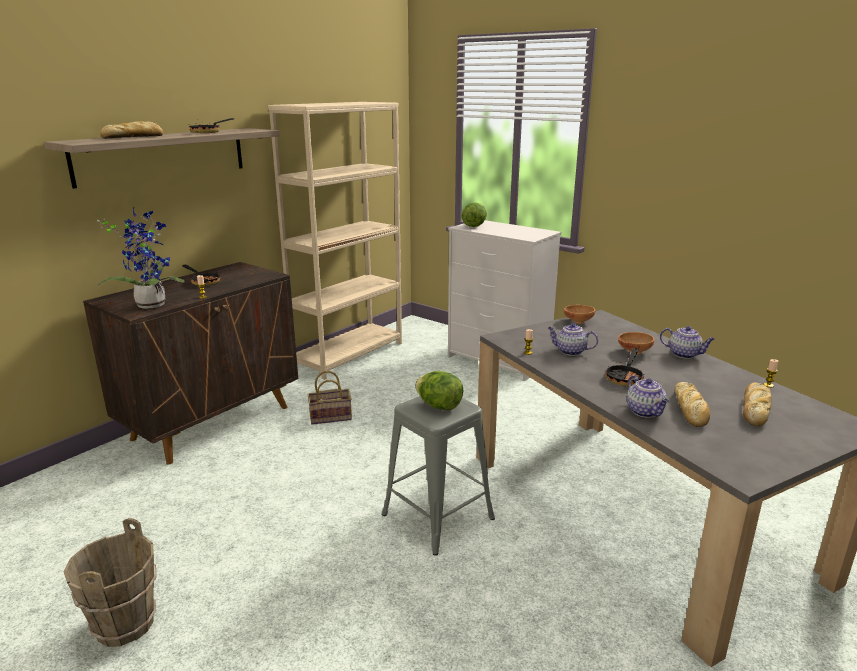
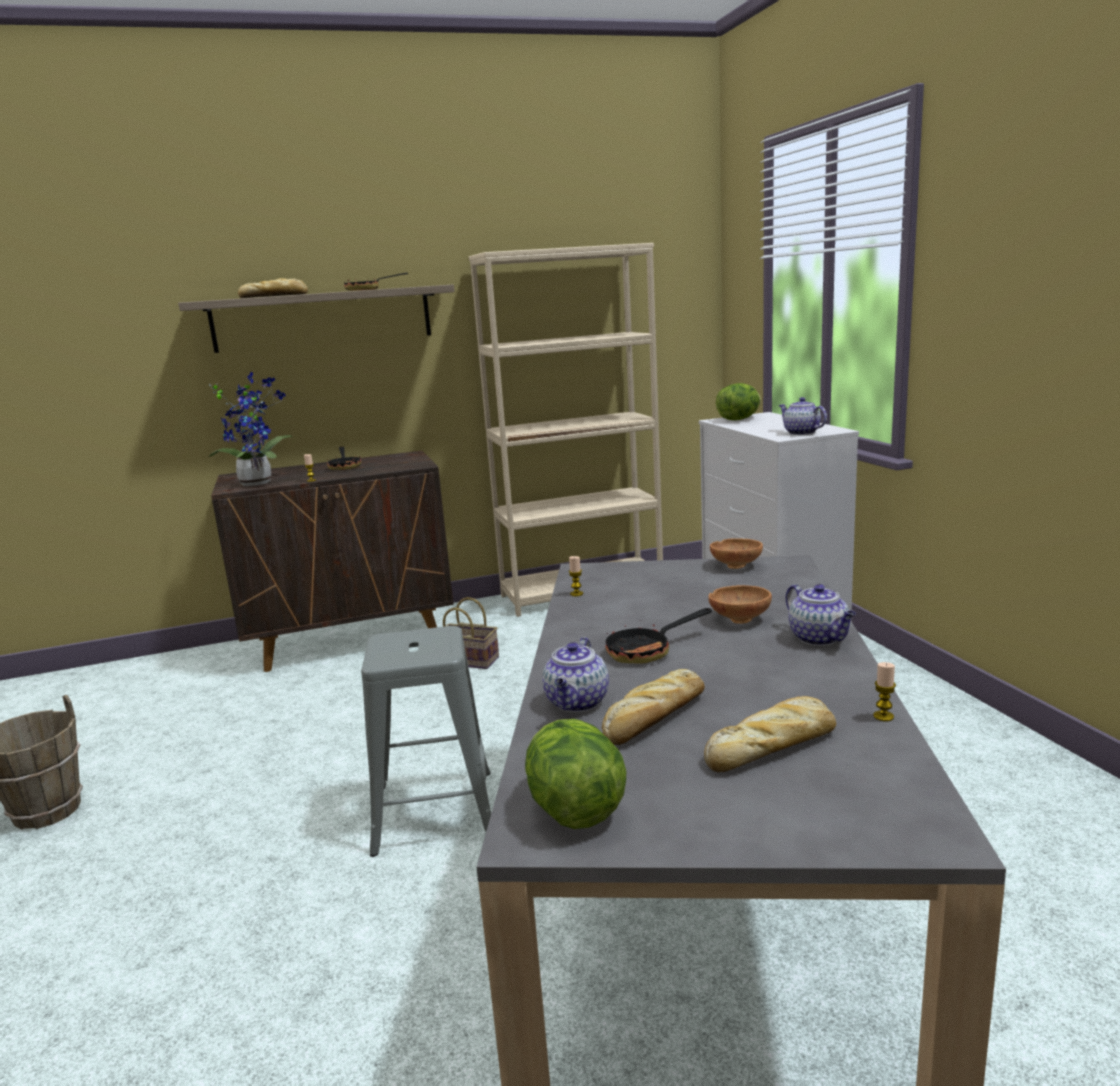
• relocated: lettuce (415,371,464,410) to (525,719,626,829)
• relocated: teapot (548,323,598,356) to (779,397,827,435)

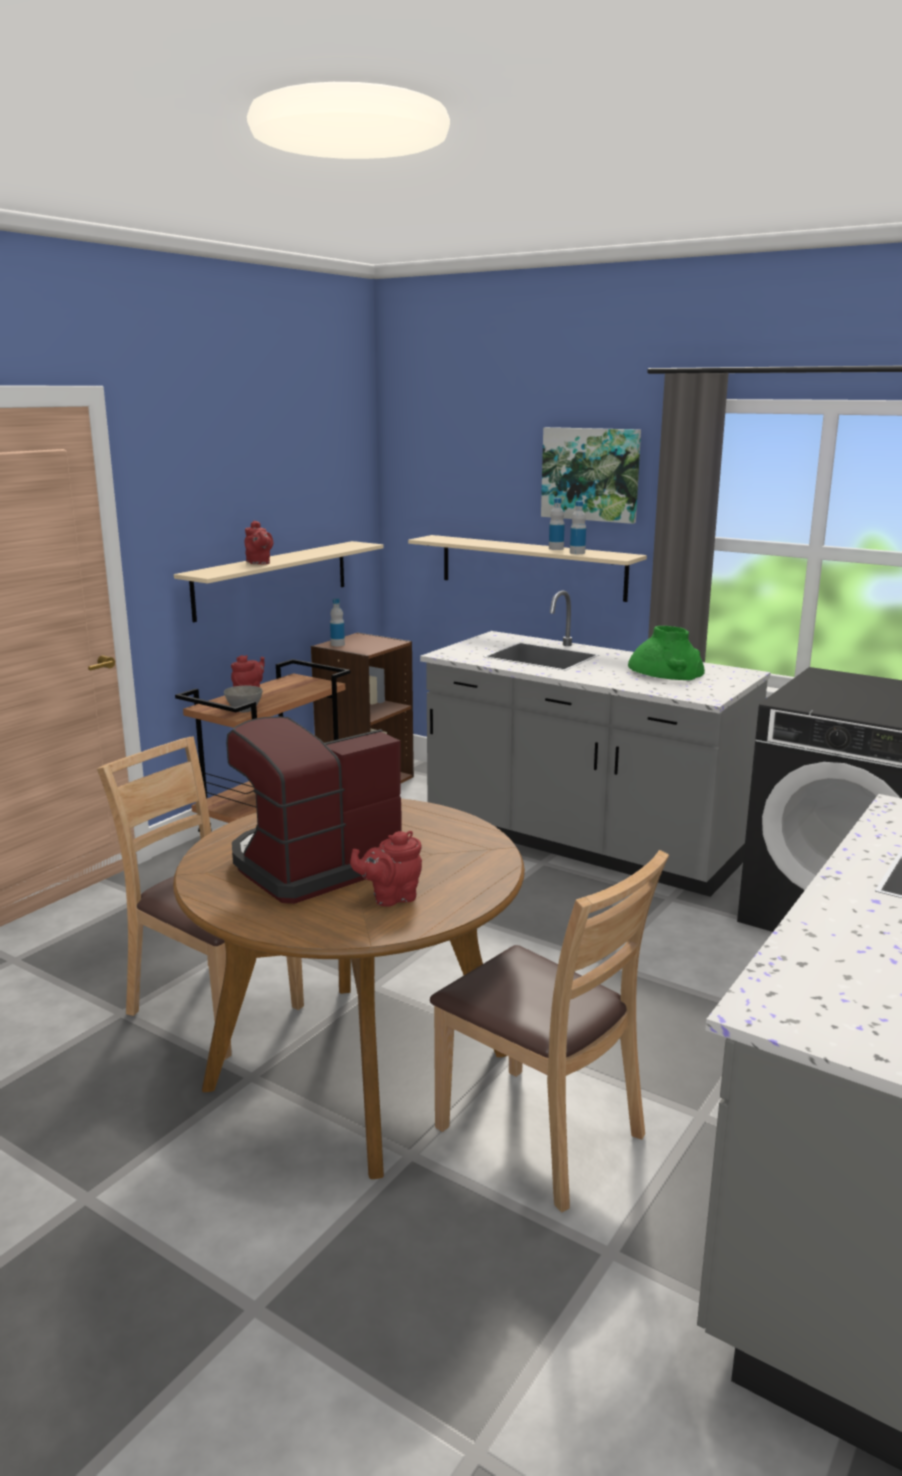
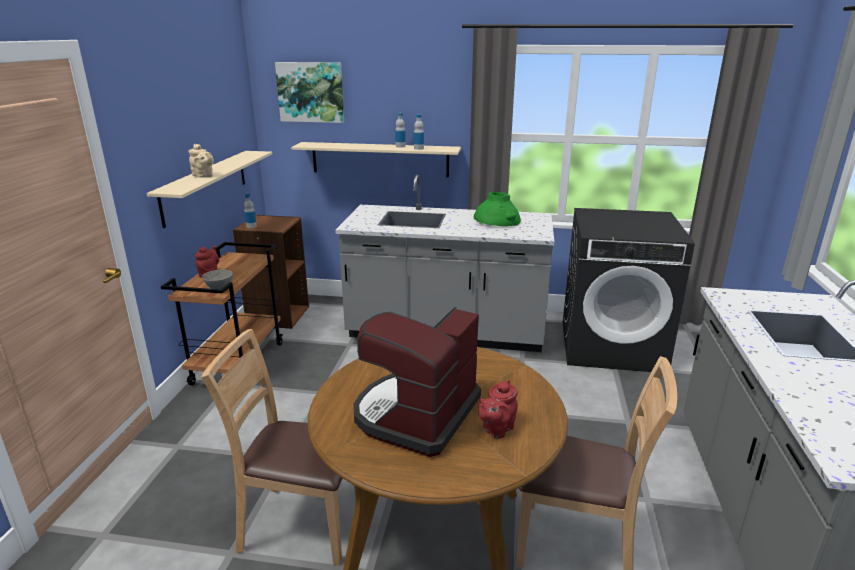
• colour: teapot (red) (245,521,273,564) to teapot (beige) (189,144,214,178)
• relocated: picture (541,427,641,524) to (275,62,344,123)

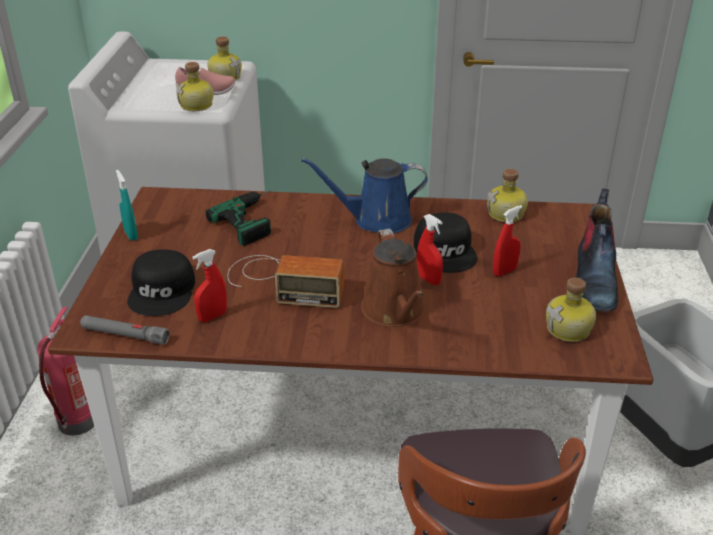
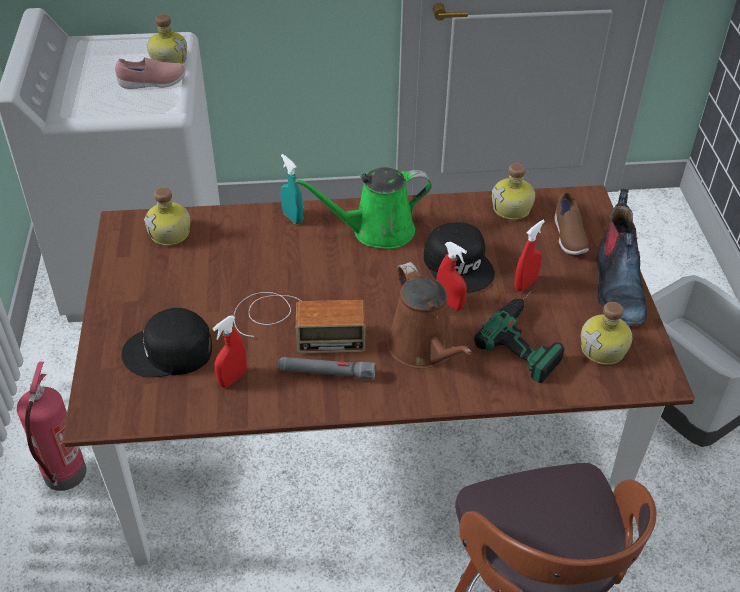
• relocated: flashlight (grey) (80,315,169,345) to (278,357,376,380)
• relocated: spray bottle (turquoise) (116,170,138,241) to (280,154,303,224)
• spun: cap (black) (127,249,195,316) = (121,308,212,378) 90 degrees clockwise
• relocated: bottle (176,62,214,111) to (144,187,190,245)
• relocated: power drill (206,190,271,246) to (474,291,565,383)
• colour: watering can (blue) (301,158,428,233) to watering can (green) (295,167,432,249)
• appeared: shoe (brown) (555,192,589,255)

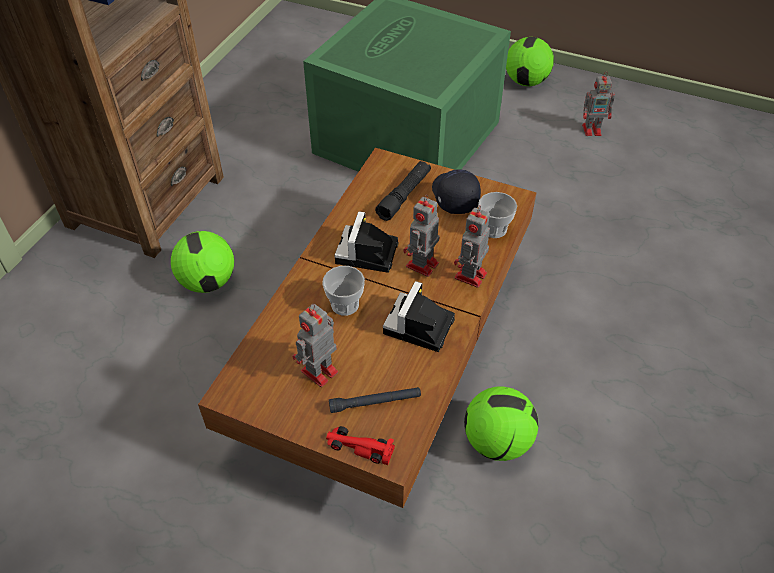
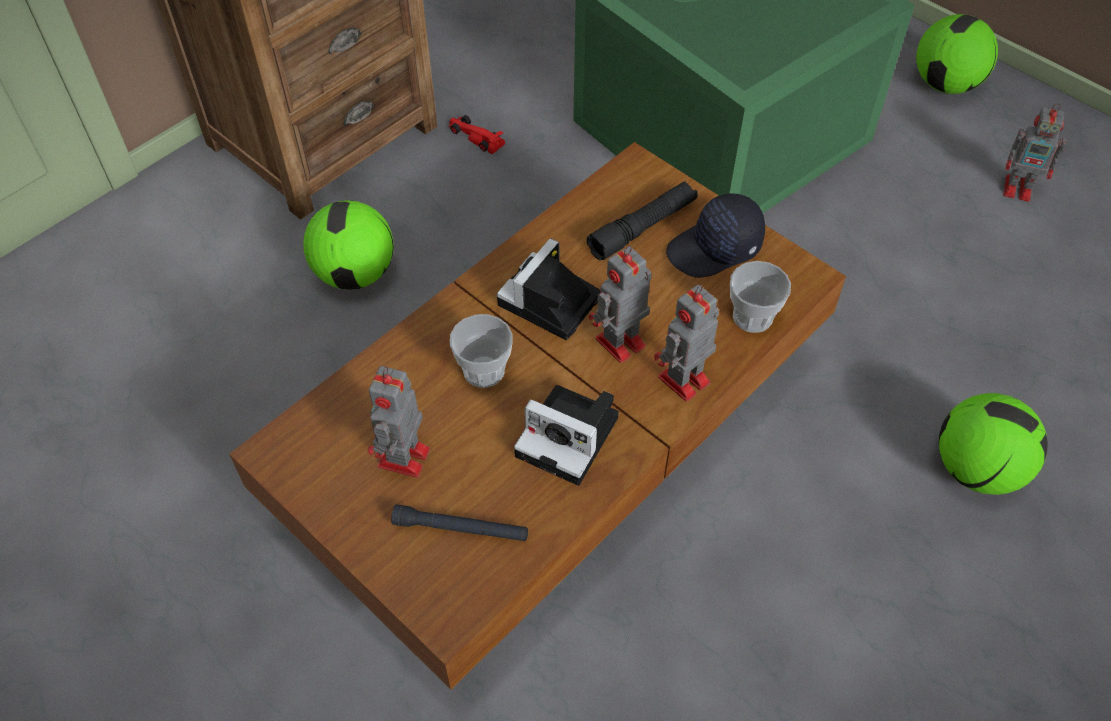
• spun: toy robot (292,304,338,387) = (368,366,430,478) 45 degrees counterclockwise
• relocated: toy car (red) (326,426,395,465) to (448,115,505,154)
• spun: photo camera (383,281,455,352) = (514,385,619,486) 105 degrees counterclockwise
• spun: cap (black) (432,169,481,214) = (666,193,765,278) 120 degrees counterclockwise
• relocated: football (464,386,539,461) to (939,393,1048,495)

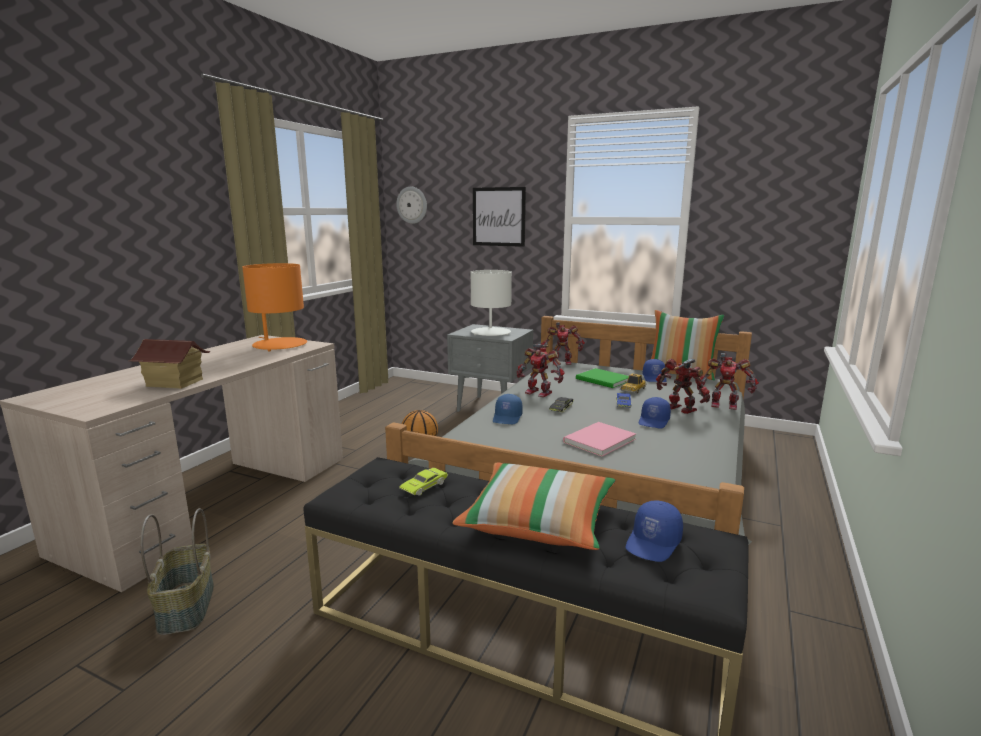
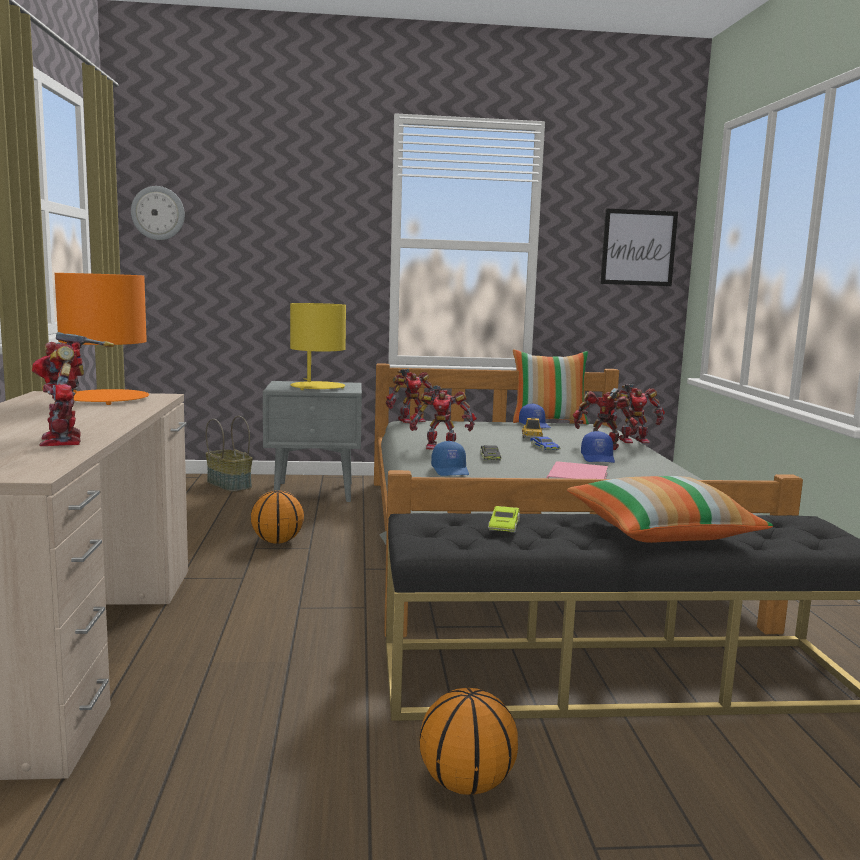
• exchanged: toy house (130,339,210,389) to toy robot (32,332,114,446)
• relocated: basket (140,508,214,635) to (205,416,253,492)
• colour: table lamp (white) (471,270,512,336) to table lamp (yellow) (290,303,346,390)
• relocated: picture (473,187,526,247) to (600,208,678,286)
• missing: book (green) (576,368,629,388)
• missing: cap (blue) (626,500,683,562)
• appeared: basketball (419,688,518,795)

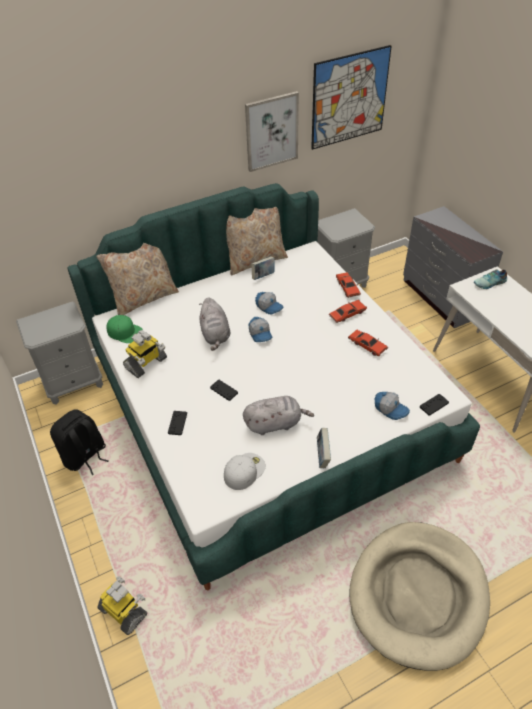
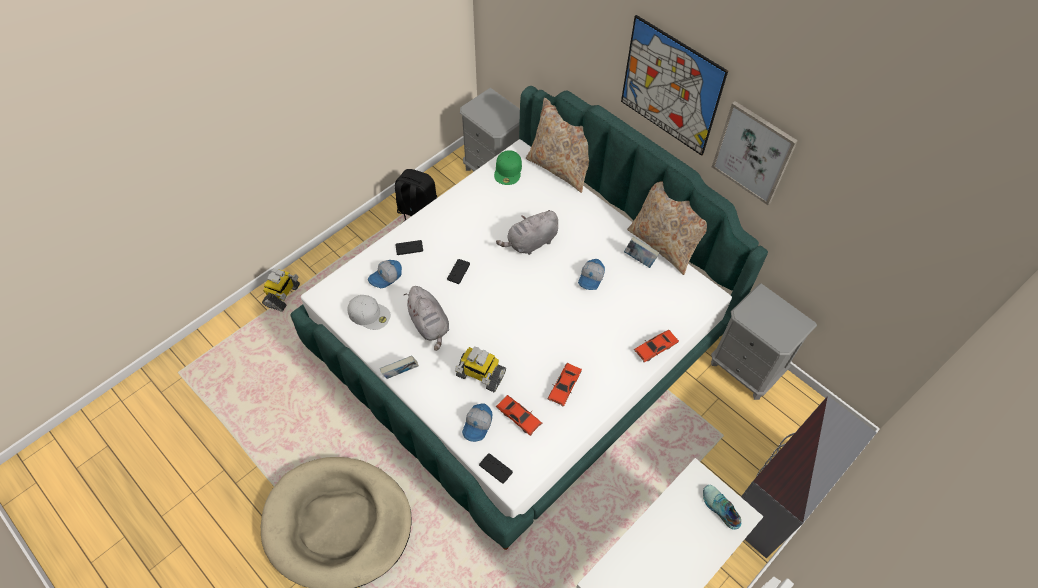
• relocated: toy robot (123,330,167,378) to (455,347,506,392)
• relocated: cap (249,317,273,342) to (368,260,402,288)
• relocated: picture (311,45,392,150) to (621,15,728,156)
• relocated: toy car (red) (329,300,367,323) to (496,395,542,436)

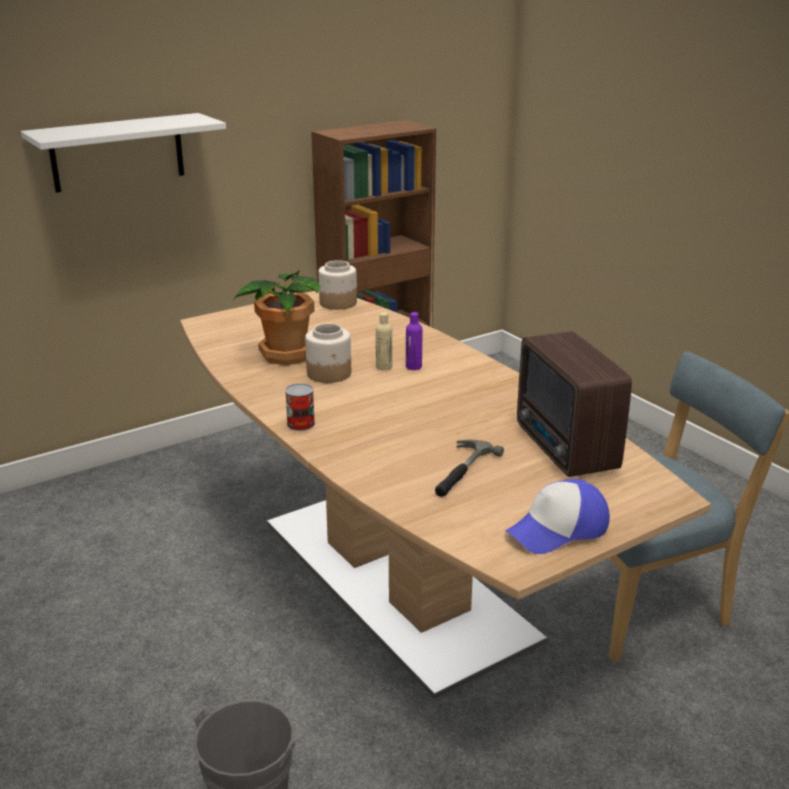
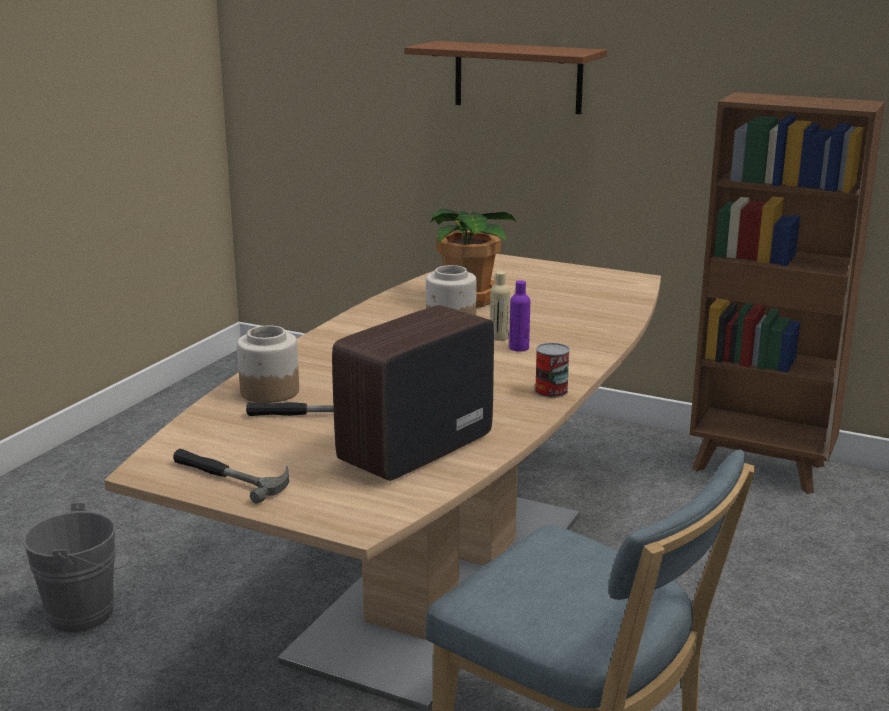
• colour: shelf (white) (21,113,226,193) to shelf (brown) (404,41,607,114)
• relocated: can (285,383,315,431) to (535,343,570,398)
• relocated: jar (318,260,357,310) to (237,326,299,403)
• exchanged: cap (505,479,610,554) to hammer (173,449,289,503)

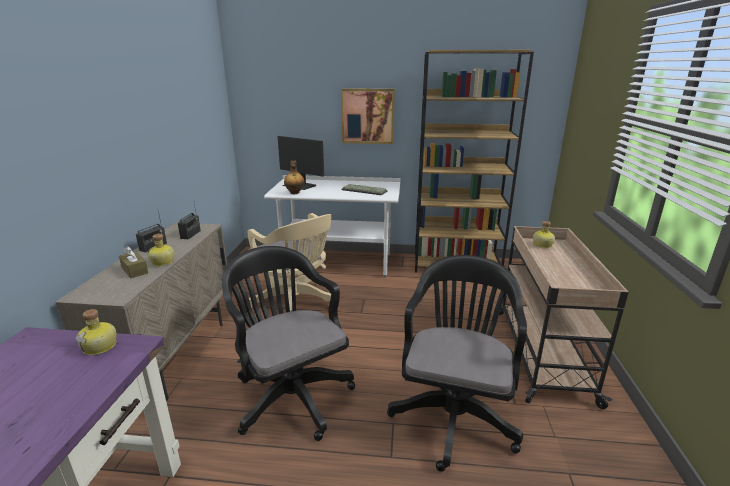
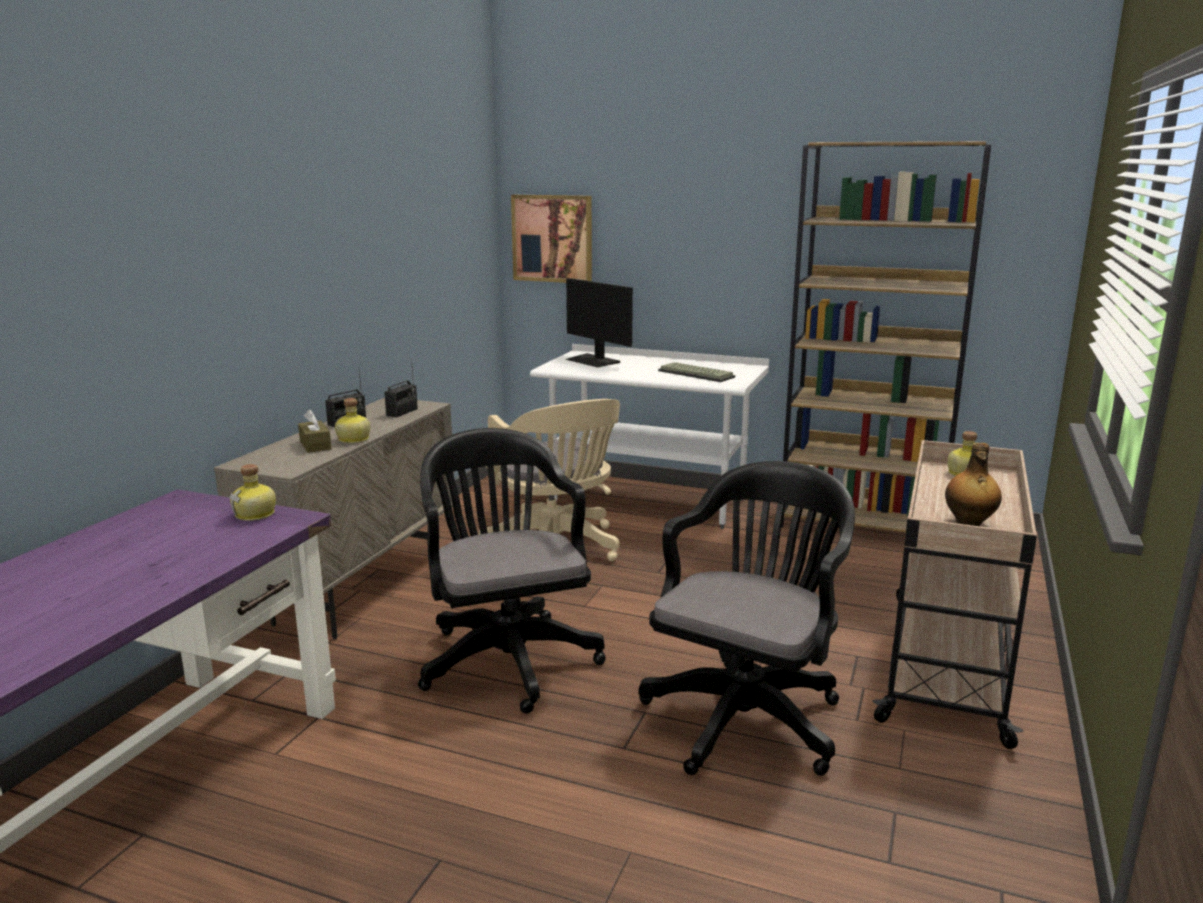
• relocated: bottle (284,161,305,194) to (945,443,1002,526)
• relocated: picture (341,88,395,144) to (511,195,592,283)

